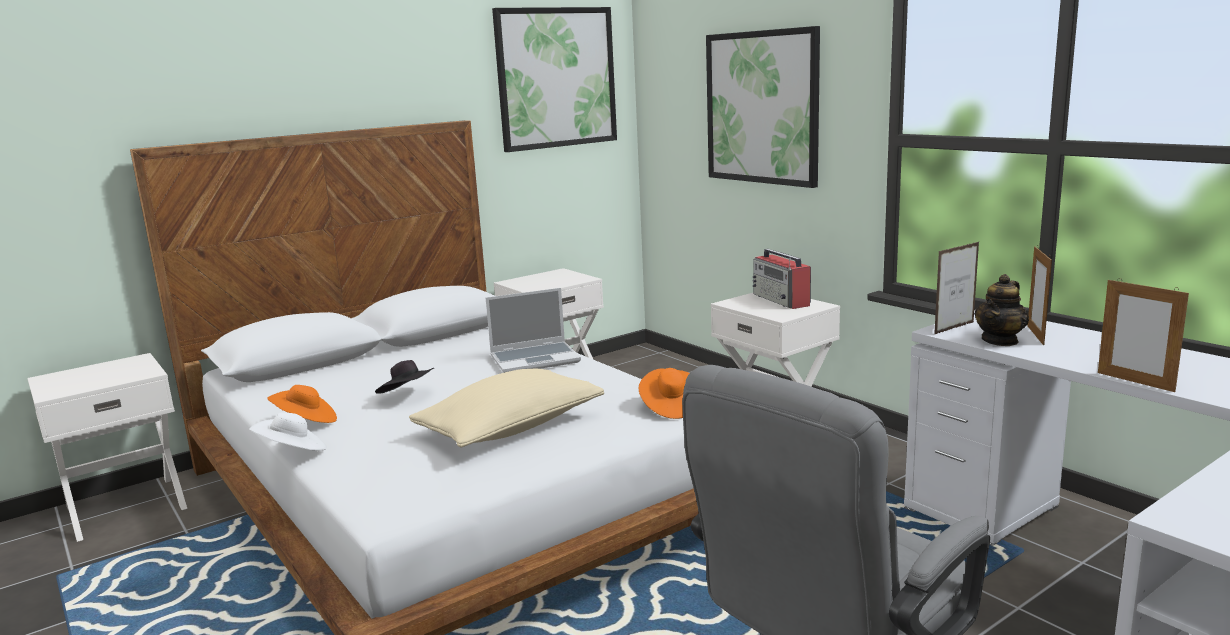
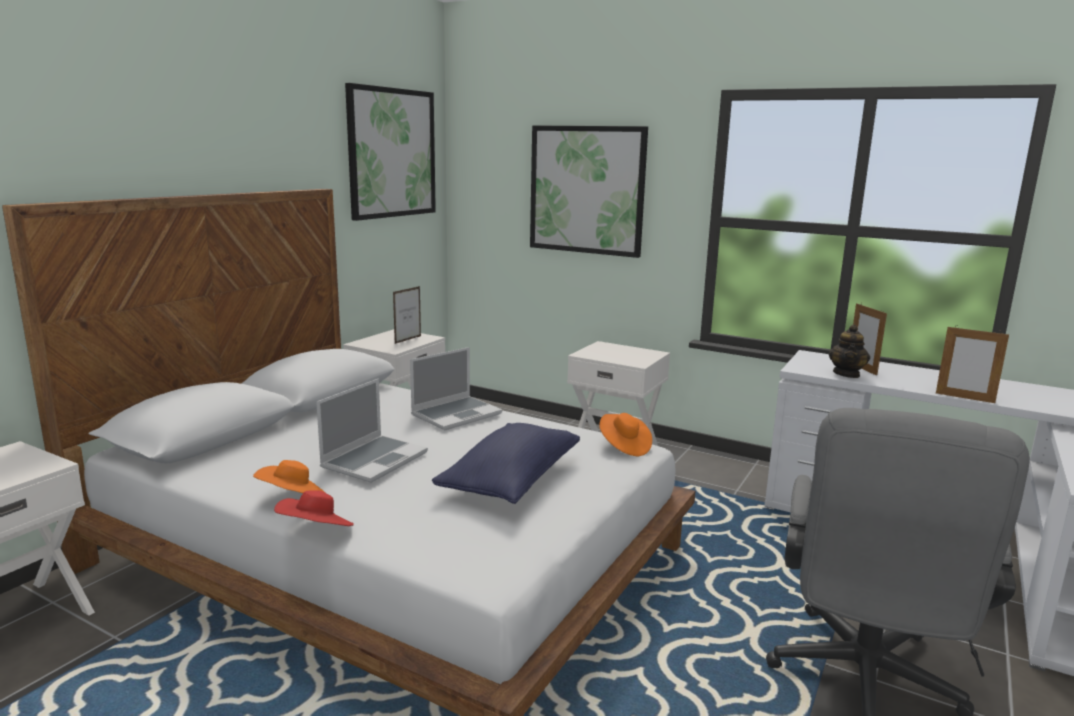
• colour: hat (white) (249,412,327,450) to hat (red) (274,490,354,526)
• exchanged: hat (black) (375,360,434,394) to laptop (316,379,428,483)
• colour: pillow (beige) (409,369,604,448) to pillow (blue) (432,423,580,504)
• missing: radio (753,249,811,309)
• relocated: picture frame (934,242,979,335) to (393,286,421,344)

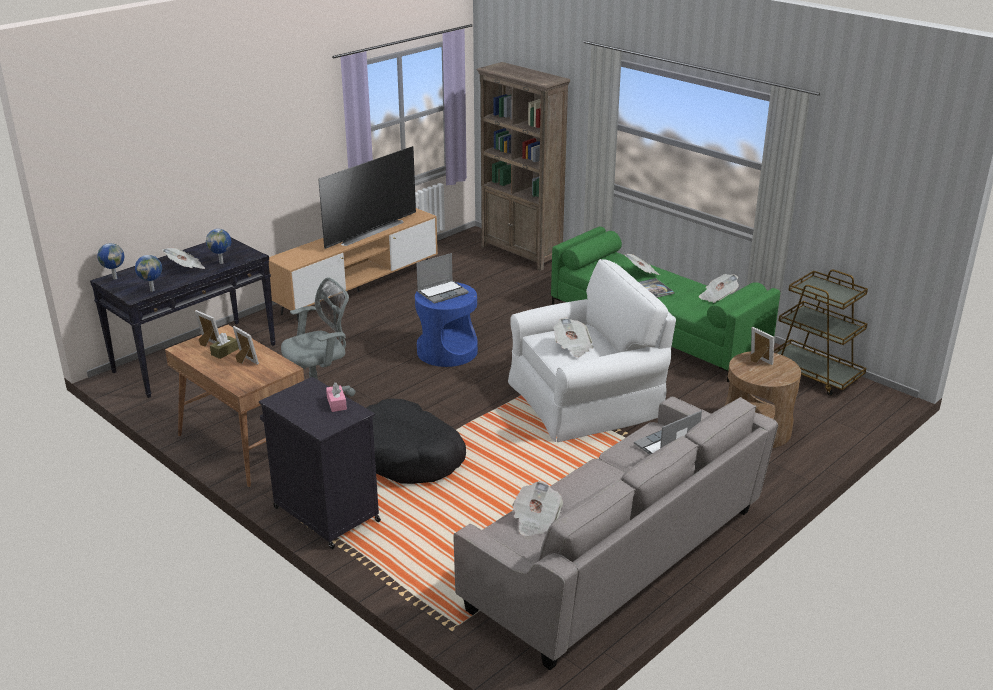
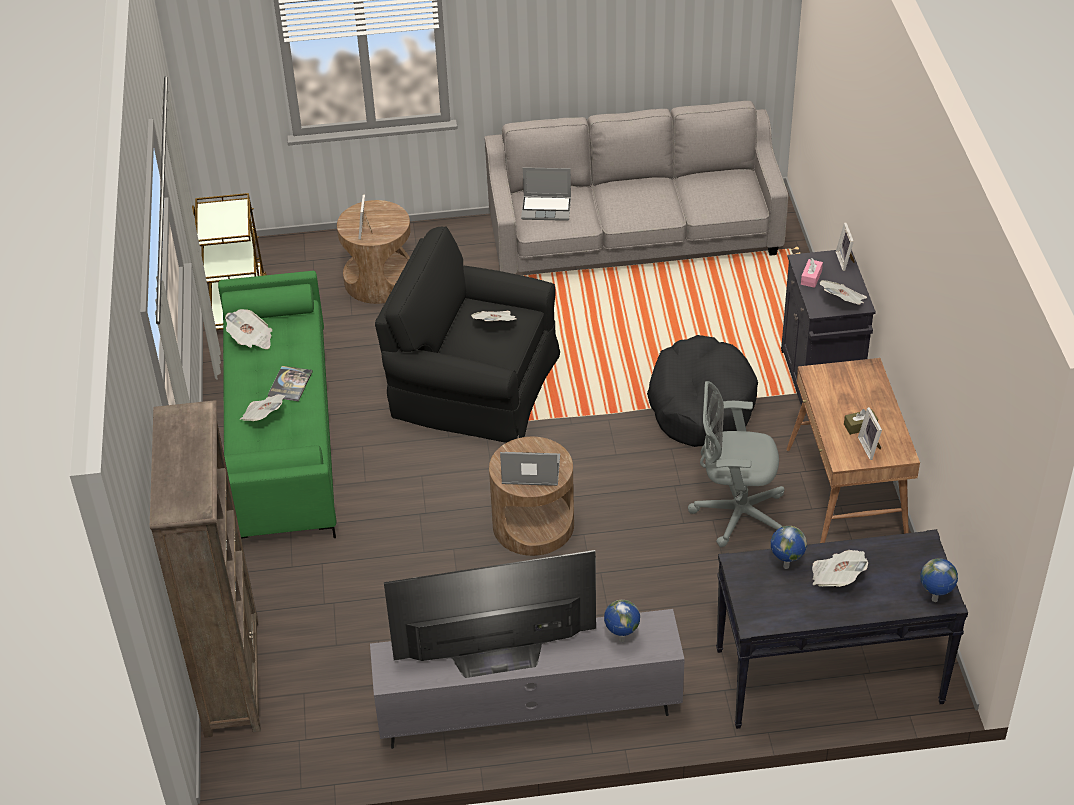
• relocated: globe (135,255,162,292) to (604,600,640,642)
• relocated: picture frame (233,326,259,365) to (836,222,855,271)
• colour: tv stand (brown) (269,208,438,320) to tv stand (grey) (370,609,685,749)
• colour: side table (blue) (415,282,478,367) to side table (brown) (489,437,574,556)
• colour: armchair (white) (508,259,676,442) to armchair (black) (375,226,560,443)
• relocated: newspaper (512,481,563,536) to (820,280,867,305)

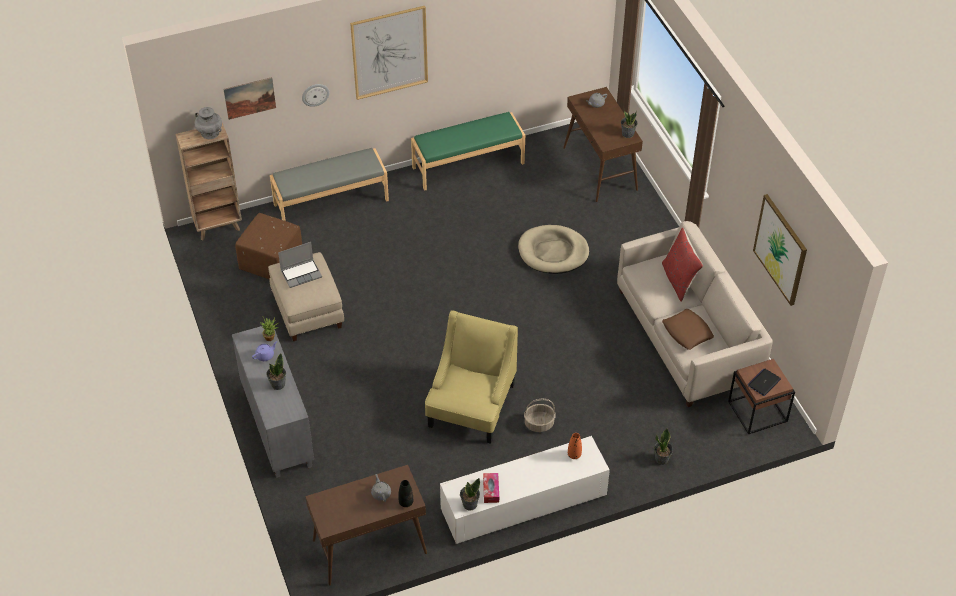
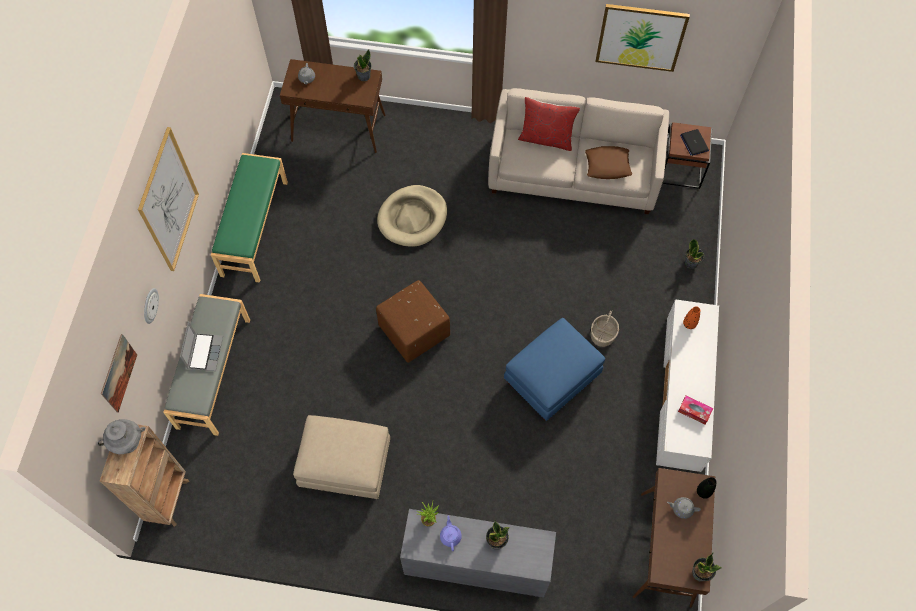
• relocated: ottoman (brown) (236,213,302,279) to (376,280,450,363)
• relocated: laptop (278,242,322,288) to (180,321,223,371)
• exchanged: armchair (yellow) (425,310,518,444) to ottoman (blue) (504,318,605,421)
• relocated: potted plant (460,478,480,510) to (692,553,722,582)

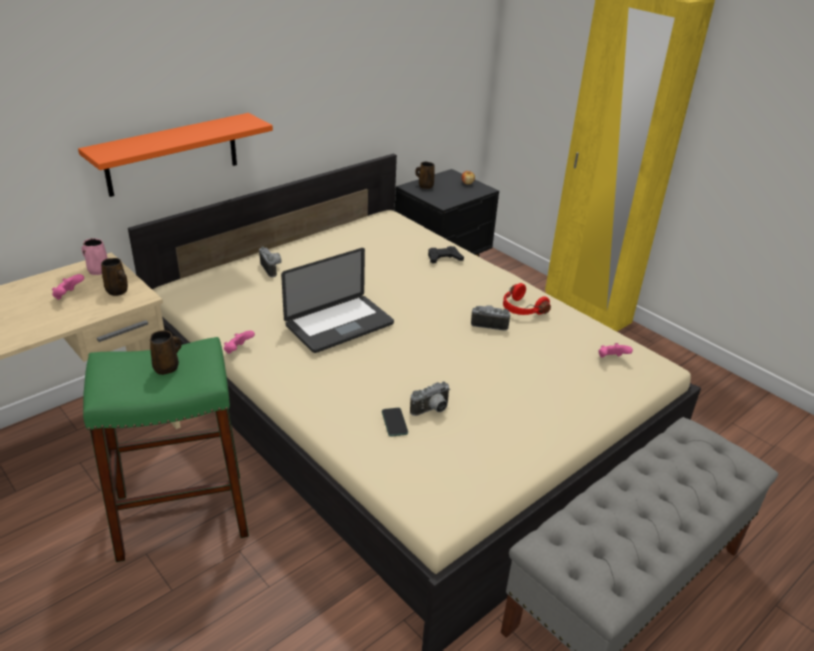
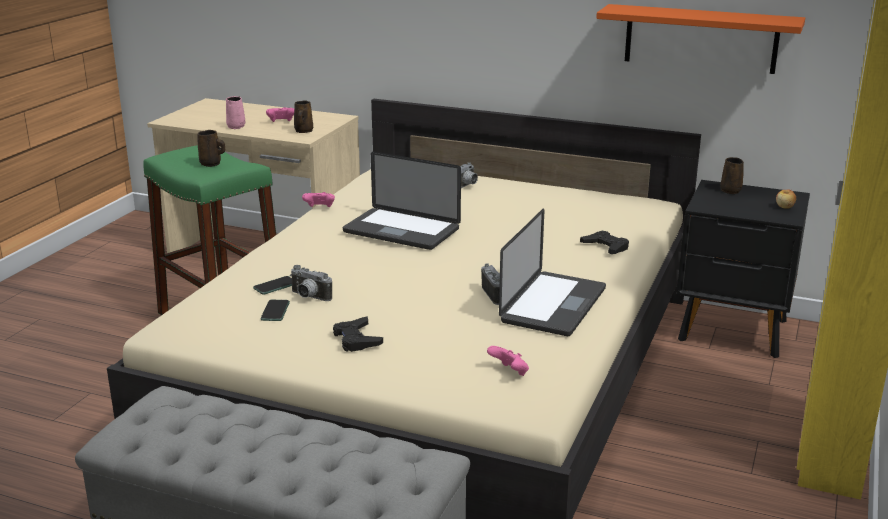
• relocated: shelf (orange) (78,113,273,197) to (596,4,805,74)
• relocated: mug (pink) (82,238,108,275) to (226,96,245,129)
• exchanged: headphones (red) (503,283,551,315) to laptop (499,209,606,336)
• appeared: phone (261,300,290,321)
• appeared: game controller (black) (333,316,383,352)

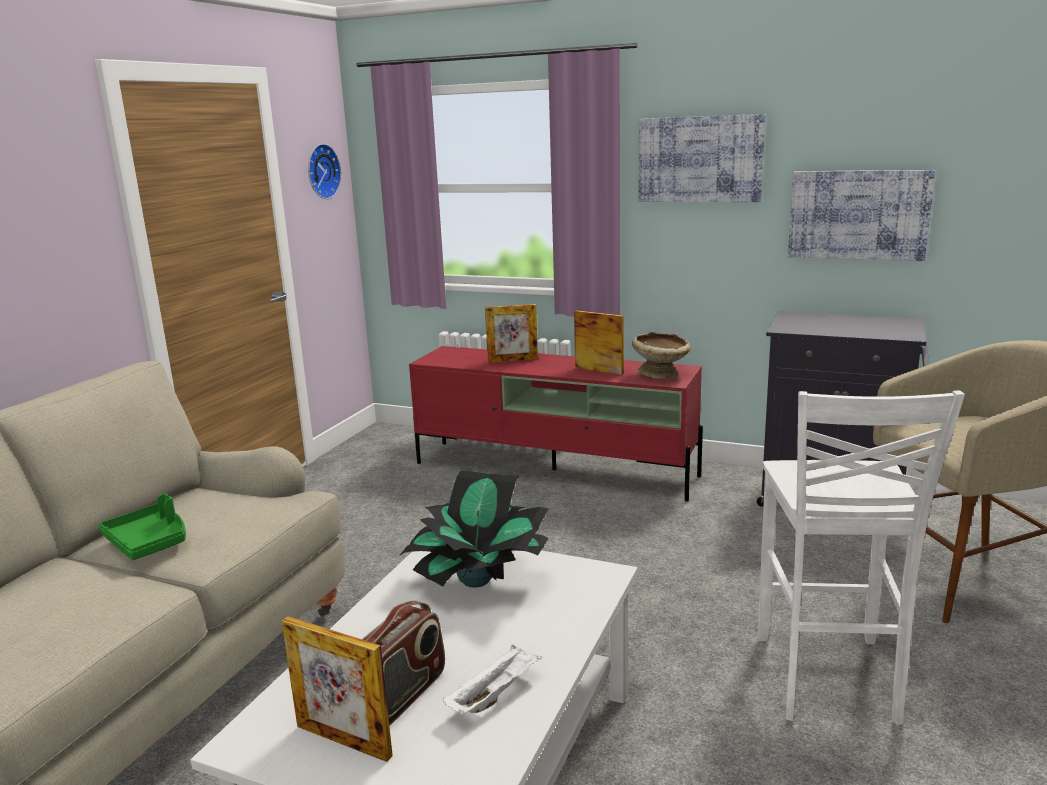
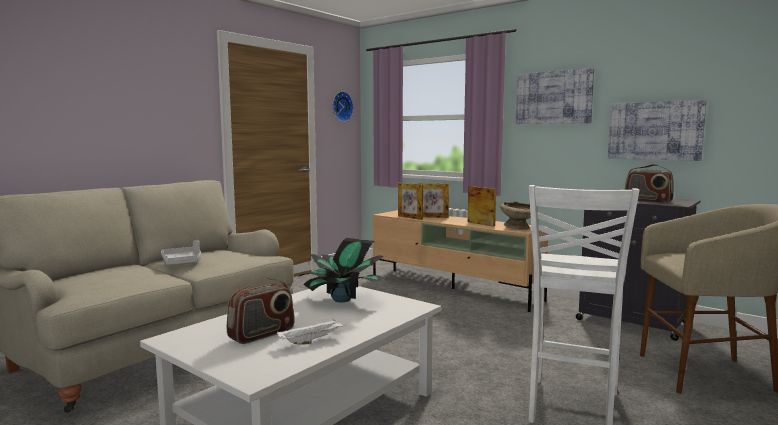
• colour: tray (green) (99,493,186,560) to tray (grey) (161,240,201,265)
• relocated: picture frame (281,616,393,762) to (398,183,423,220)
• colour: tv stand (red) (409,346,703,501) to tv stand (beige) (373,210,549,312)
• appeared: radio (625,164,674,203)

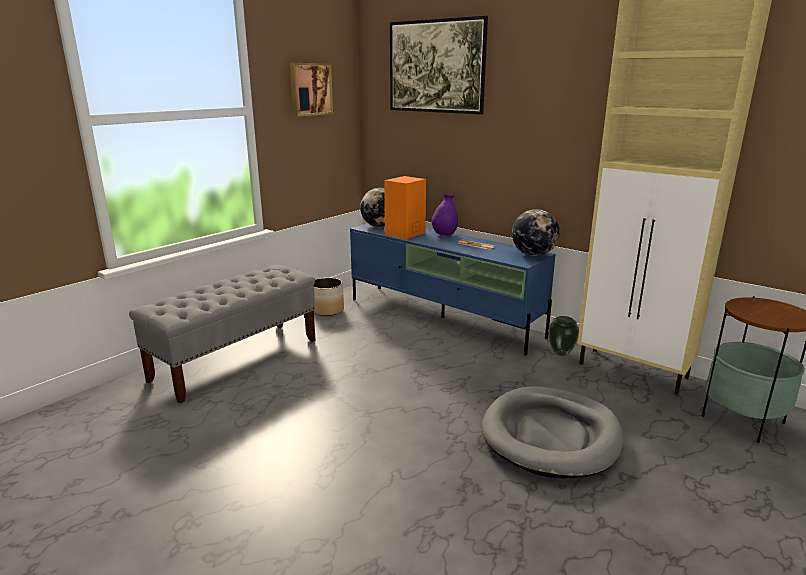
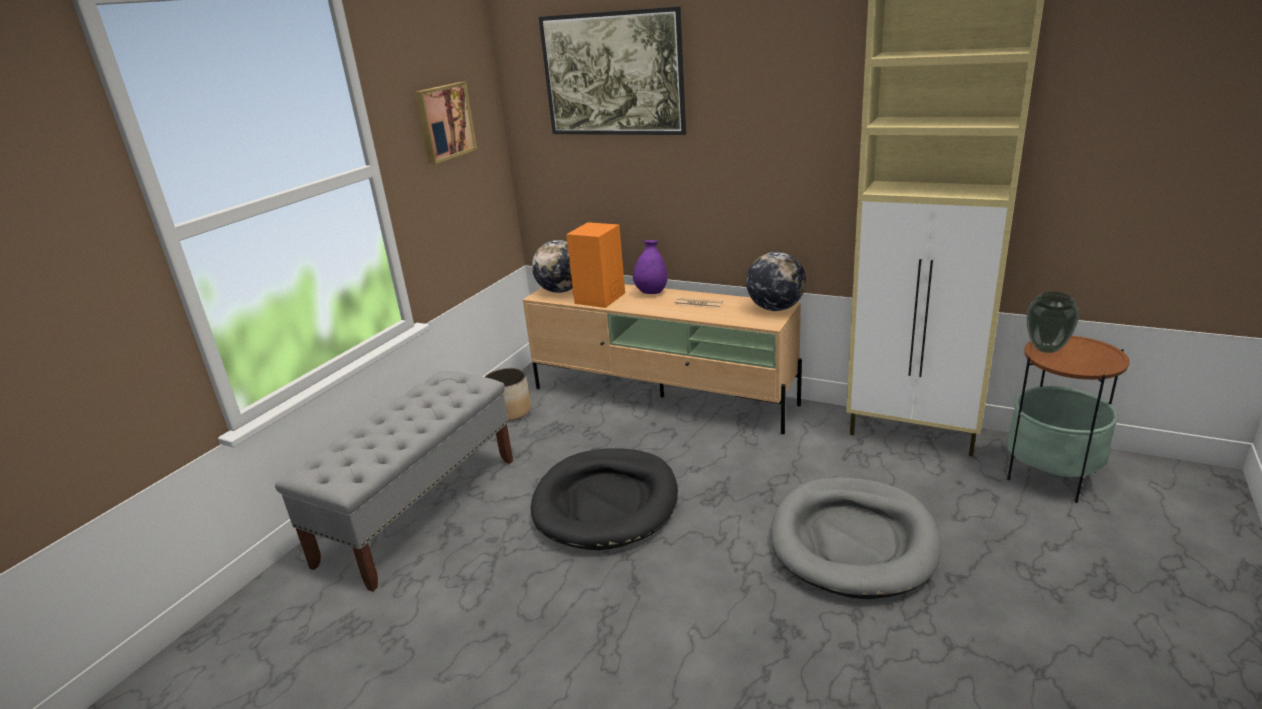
• colour: tv stand (blue) (350,223,555,355) to tv stand (beige) (523,284,802,434)
• relocated: vase (548,316,579,356) to (1027,292,1079,353)
• appeared: dog bed (black) (531,448,678,550)

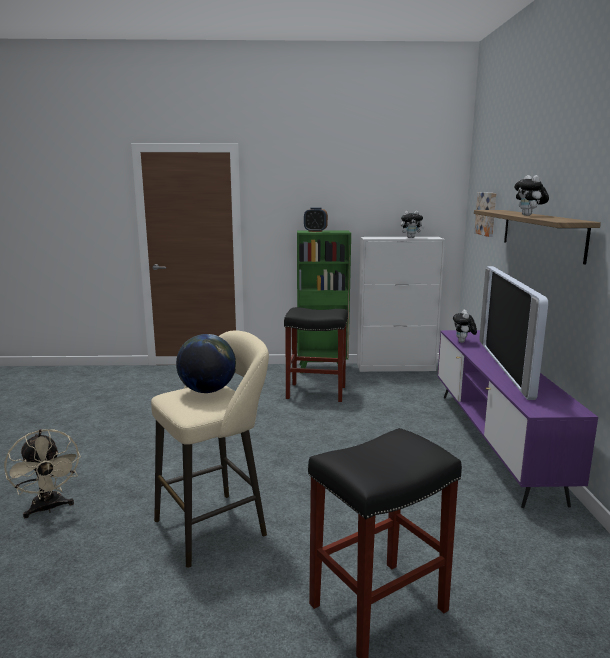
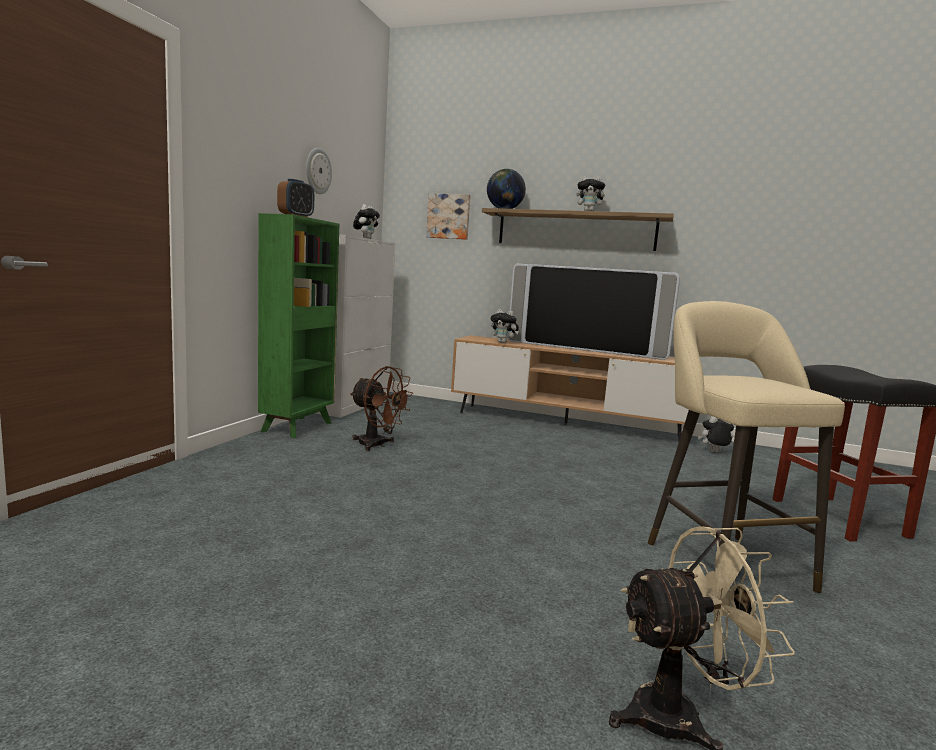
• relocated: globe (176,334,236,393) to (487,169,526,209)
• exchanged: stool (black) (284,307,348,402) to fan (brown) (350,366,413,451)
• colour: tv stand (purple) (438,330,598,508) to tv stand (brown) (451,335,689,443)
• appeared: wall clock (306,148,332,194)
• appeared: plush toy (698,416,734,452)

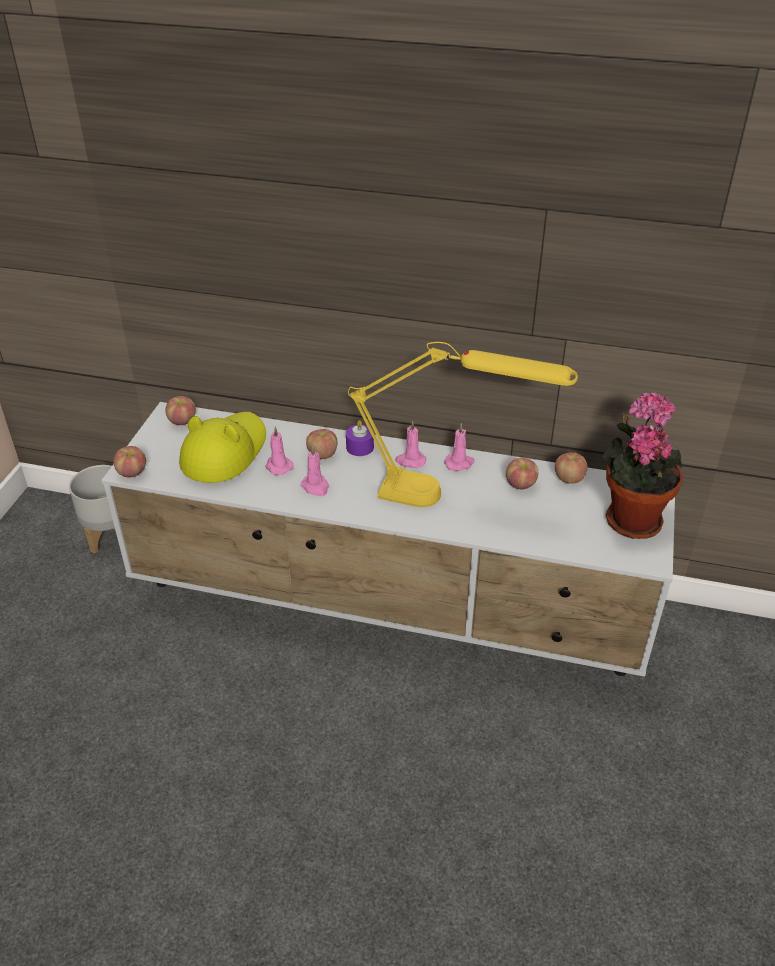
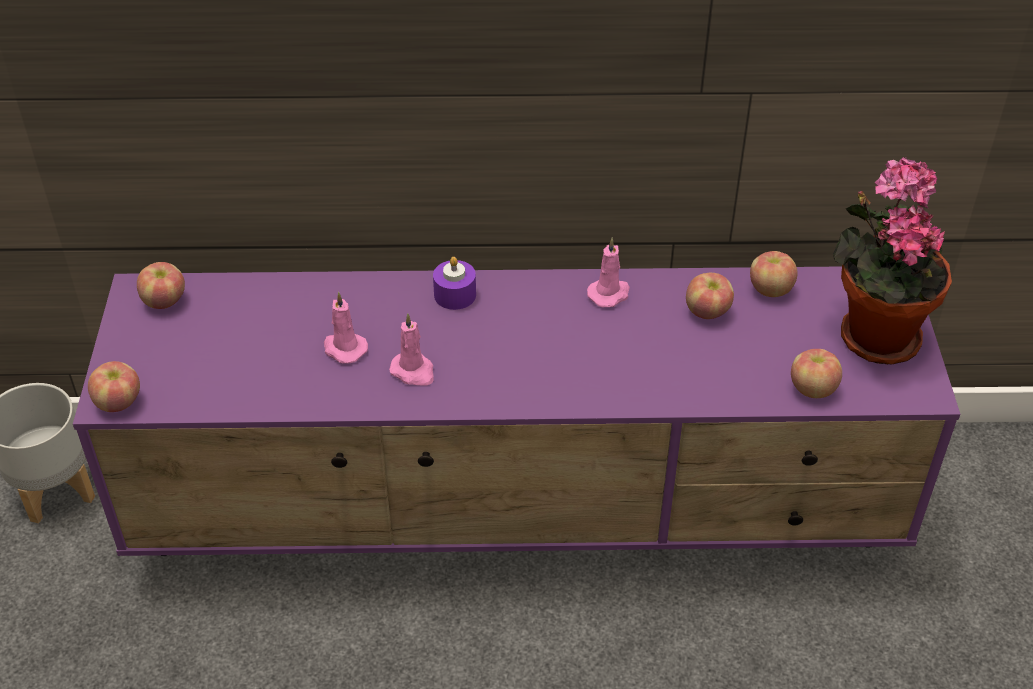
• colour: tv stand (white) (101,402,675,677) to tv stand (purple) (73,266,960,556)
• missing: hat (yellow) (179,412,266,483)
• relocated: apple (306,429,338,459) to (791,349,842,398)
• missing: table lamp (yellow) (348,342,578,507)
• missing: candle (pink) (395,420,426,468)

